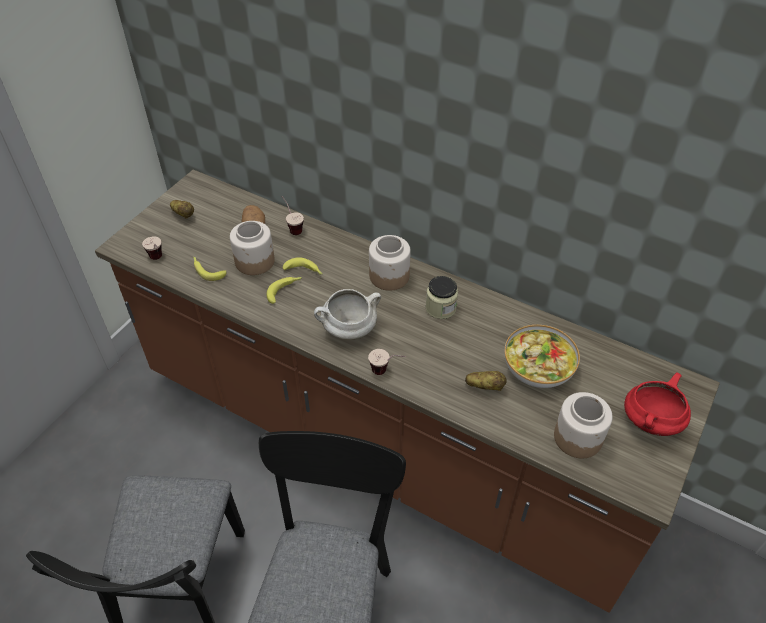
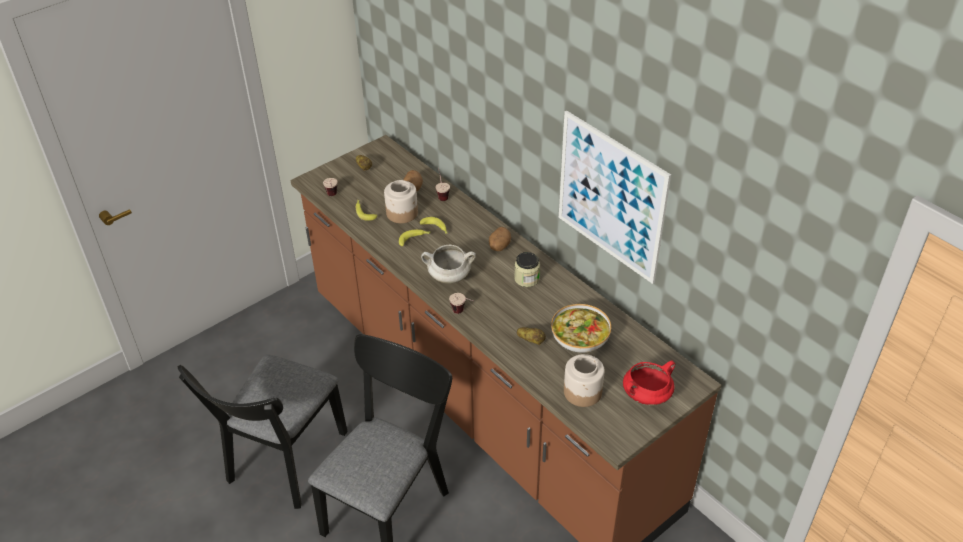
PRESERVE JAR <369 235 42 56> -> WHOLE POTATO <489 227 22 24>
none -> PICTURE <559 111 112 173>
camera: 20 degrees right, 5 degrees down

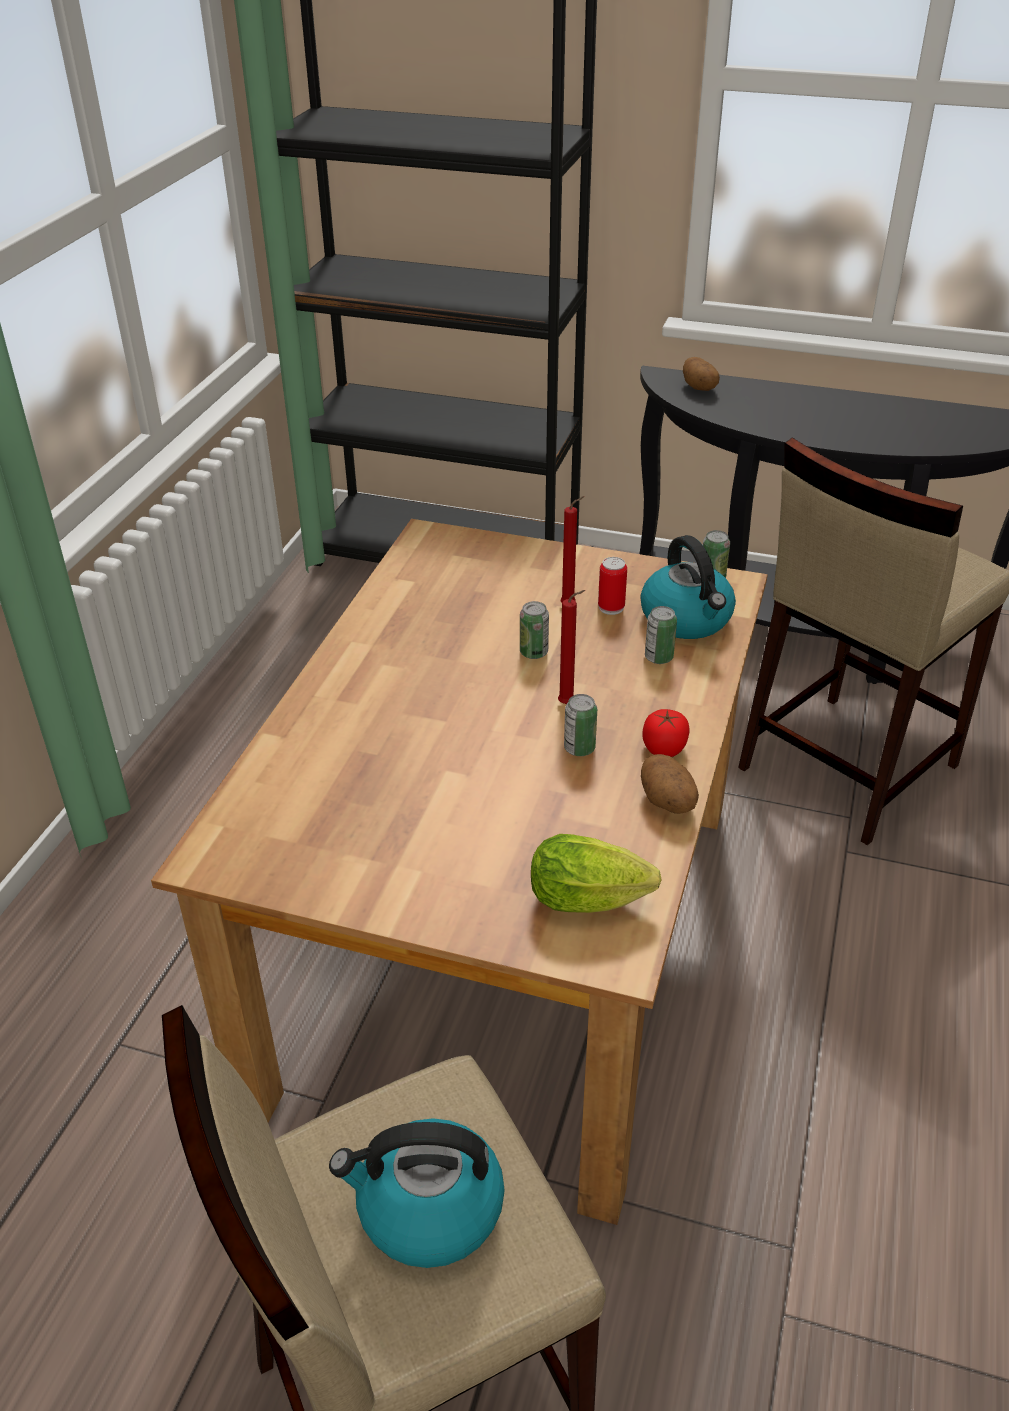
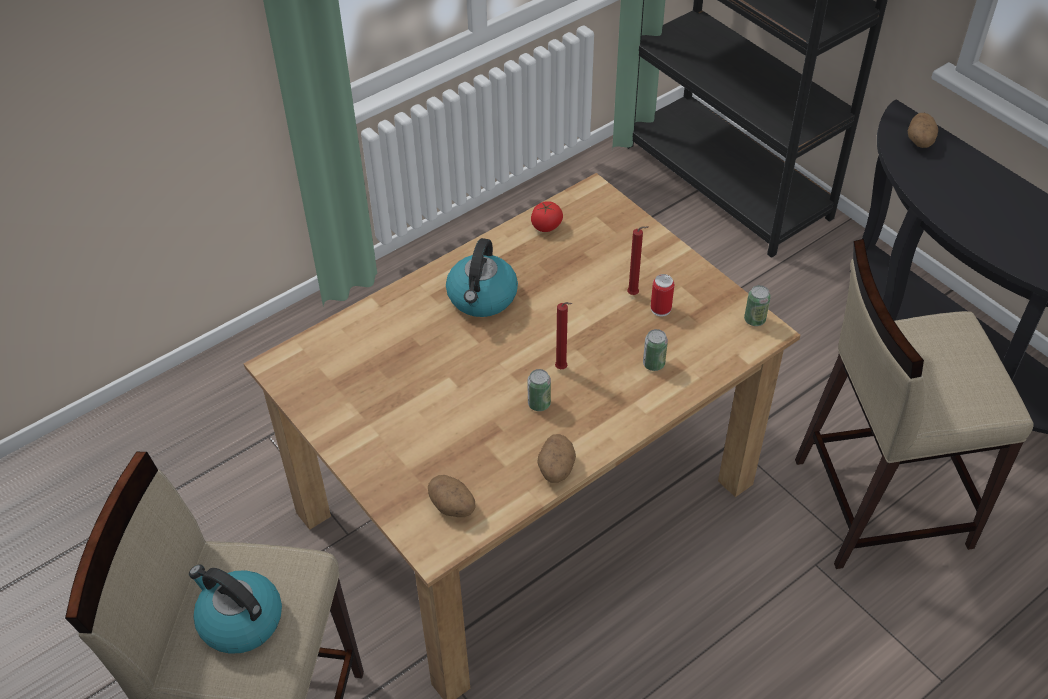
LETTUCE HEAD <531 834 131 79> -> WHOLE POTATO <428 475 48 42>
KETTLE <641 535 95 104> -> KETTLE <446 238 72 79>, relocated
TOMATO <642 709 48 48> -> TOMATO <531 201 32 31>, relocated
SEALED CAN <520 601 29 58> -> none
camera: 35 degrees right, 10 degrees up

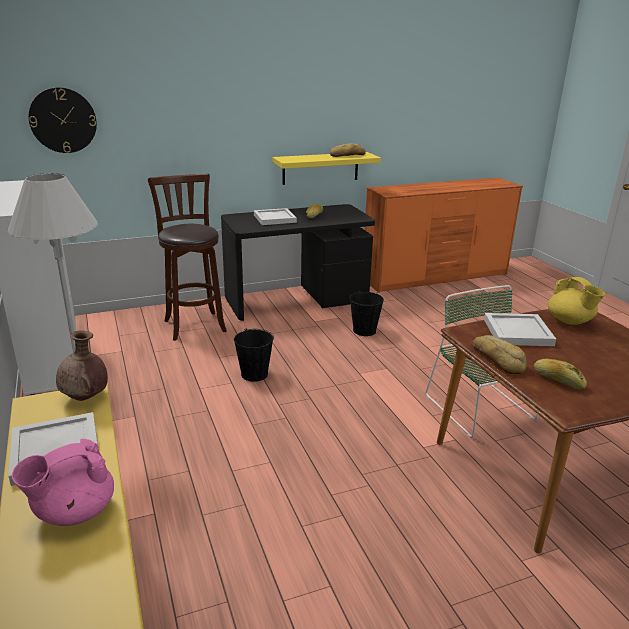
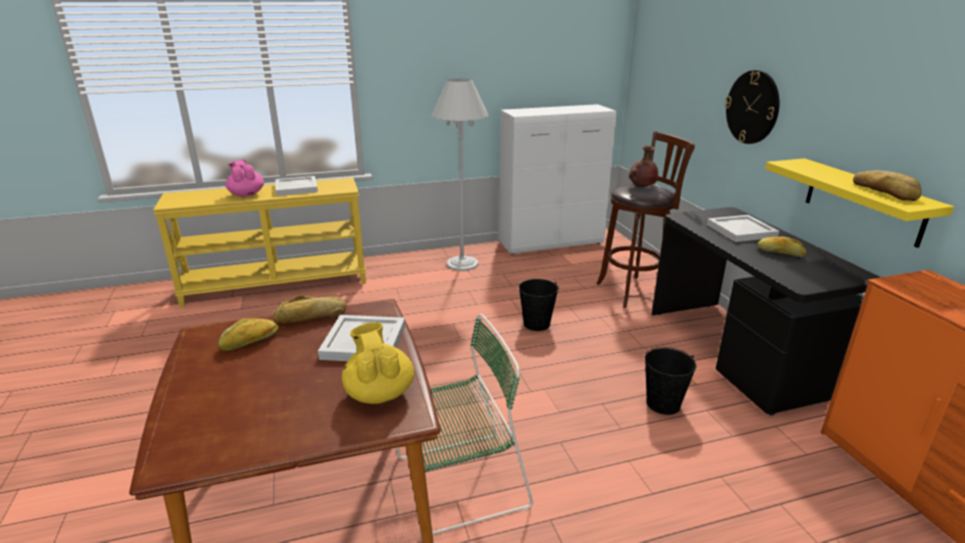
YELLOWISH TEA POT <548 277 57 48> -> YELLOWISH TEA POT <342 322 72 82>, 90 degrees clockwise
BROWNISH FLOWER VASE <56 330 52 71> -> BROWNISH FLOWER VASE <629 146 29 42>, relocated
HANGING CLOCK <29 87 68 66> -> HANGING CLOCK <725 70 54 74>, relocated
camera: 95 degrees right, 0 degrees up

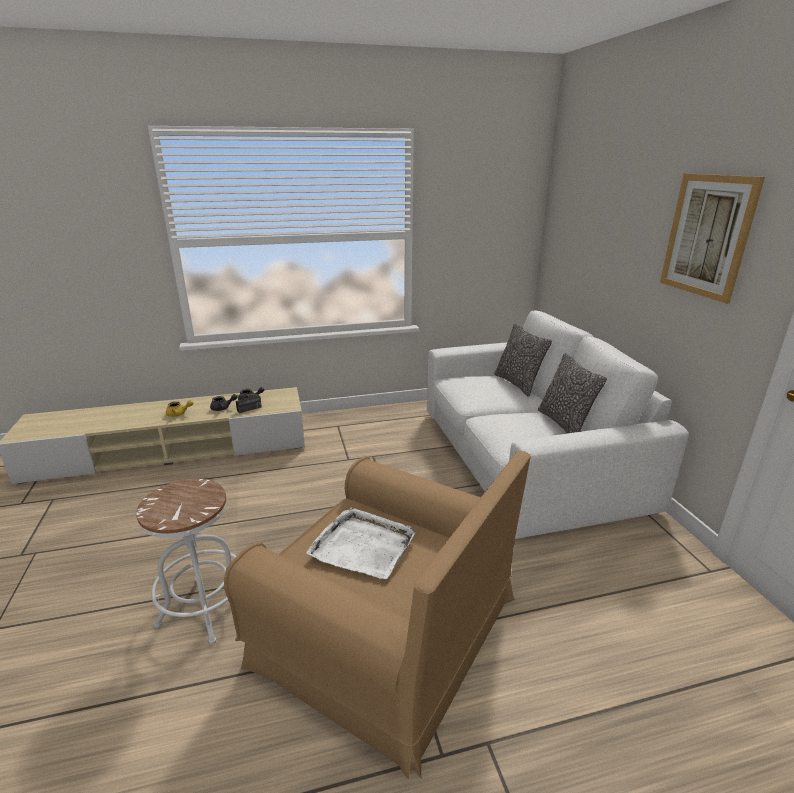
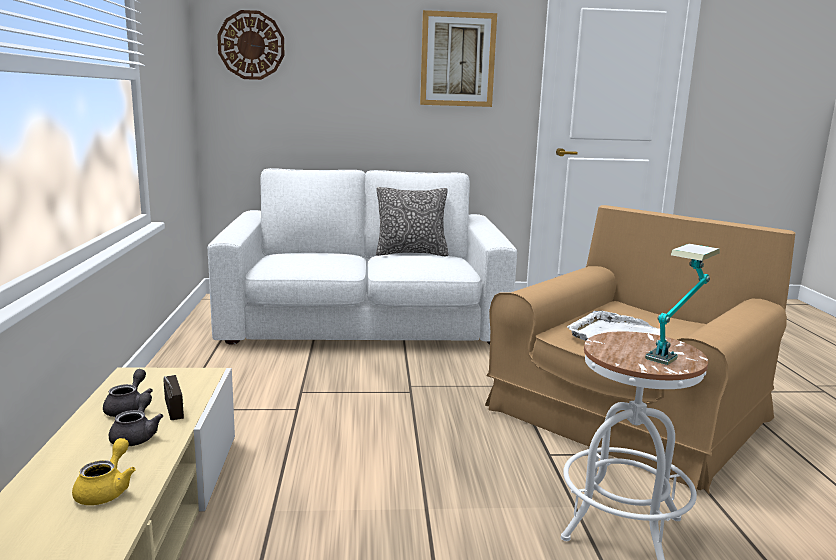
none -> HANGING CLOCK <217 10 67 70>
none -> TABLE LAMP <645 244 75 121>
THROW PILLOW <494 323 58 74> -> none
camera: 80 degrees left, 10 degrees down

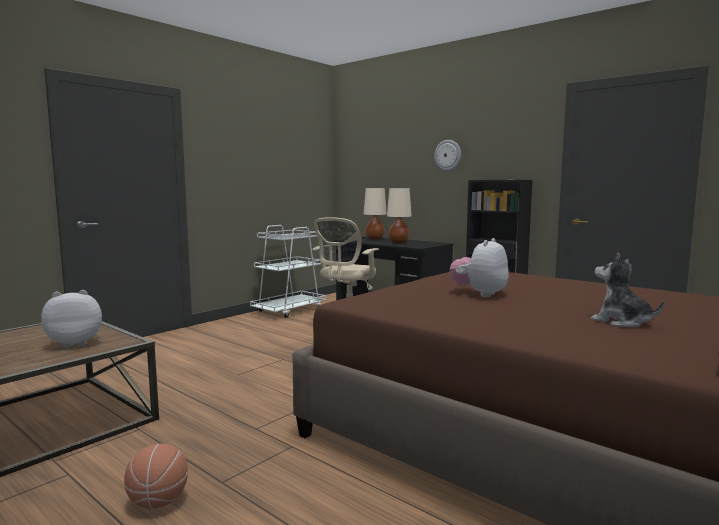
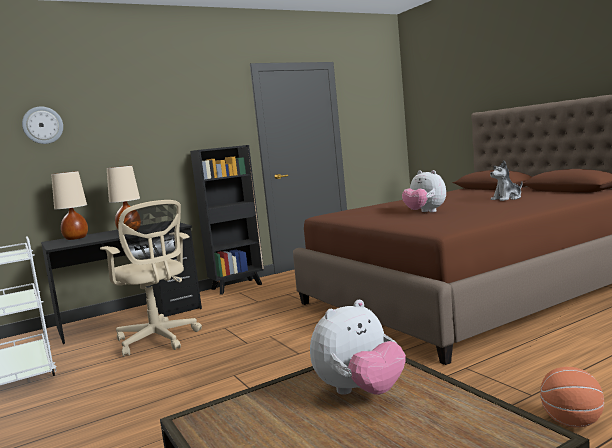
HANGING CLOCK <434 140 27 31> -> HANGING CLOCK <22 106 41 38>, relocated
PLUSH TOY <41 290 61 58> -> PLUSH TOY <310 300 96 95>, 120 degrees counterclockwise
camera: 70 degrees left, 0 degrees up

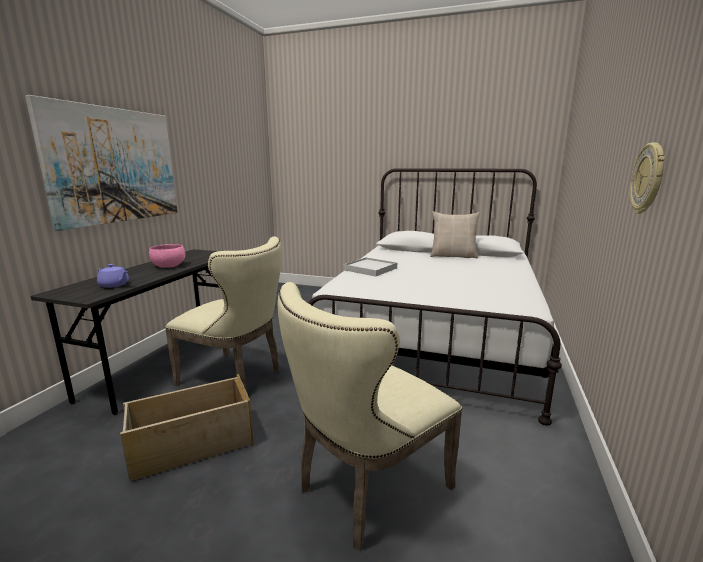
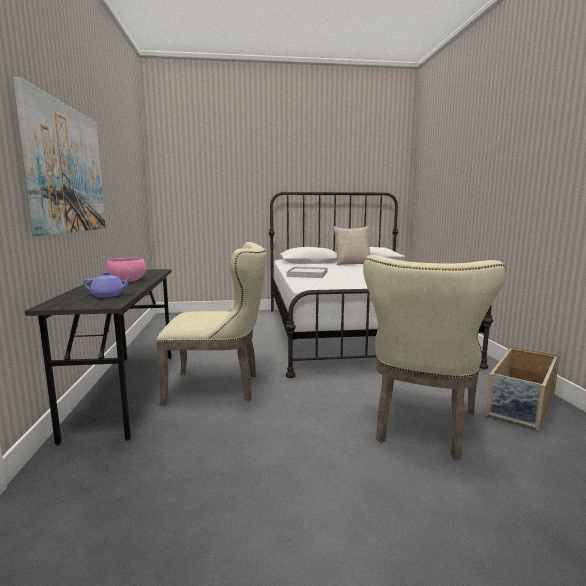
BEIGE STORAGE BIN <120 374 134 108> -> BEIGE STORAGE BIN <485 346 75 85>, relocated
HANGING CLOCK <630 143 35 71> -> none
camera: 25 degrees left, 5 degrees down

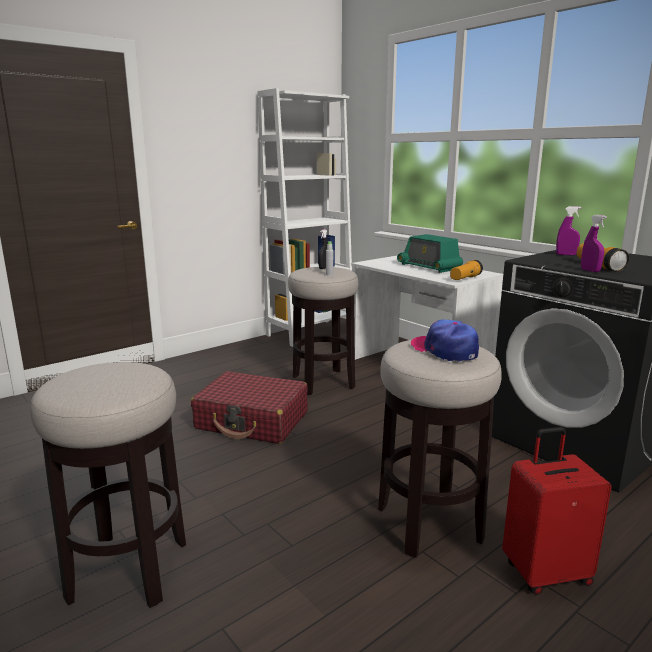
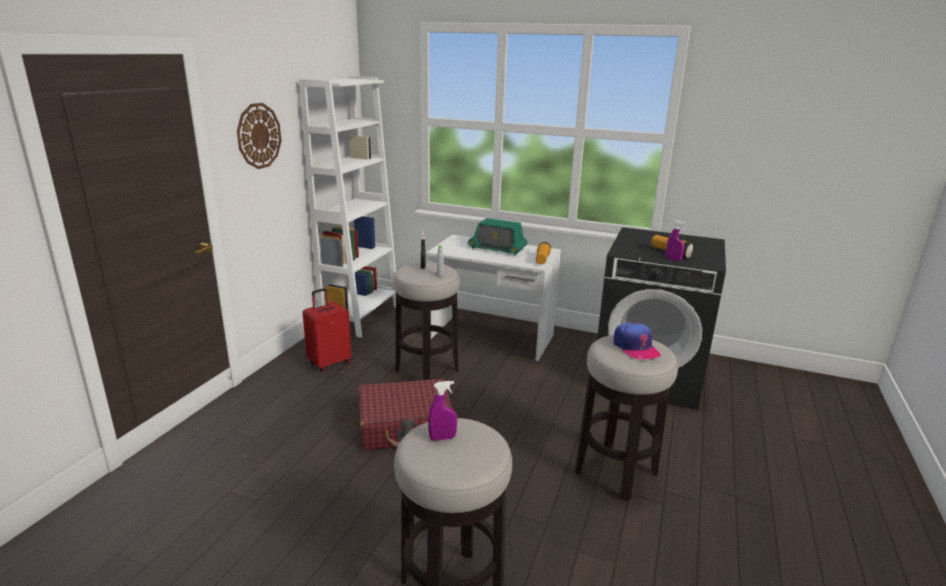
none -> HANGING CLOCK <237 103 44 66>
RED-COLOURED TRAVEL CASE <502 427 110 168> -> RED-COLOURED TRAVEL CASE <302 288 50 84>, relocated
PURPLISH SPRAY BOTTLE <556 206 25 50> -> PURPLISH SPRAY BOTTLE <428 381 29 60>, relocated
PEAKED CAP <410 319 69 43> -> PEAKED CAP <614 323 47 36>, 135 degrees counterclockwise
camera: 30 degrees left, 5 degrees up

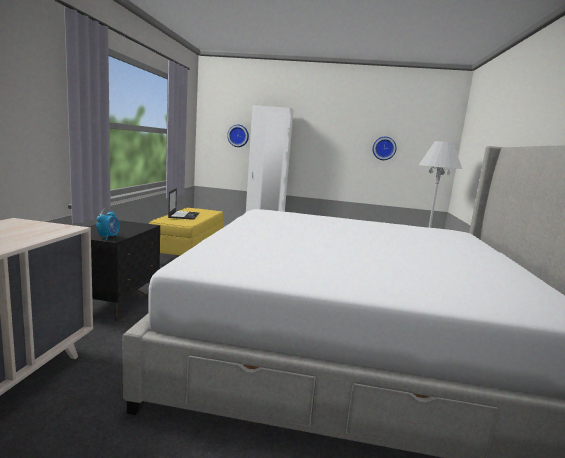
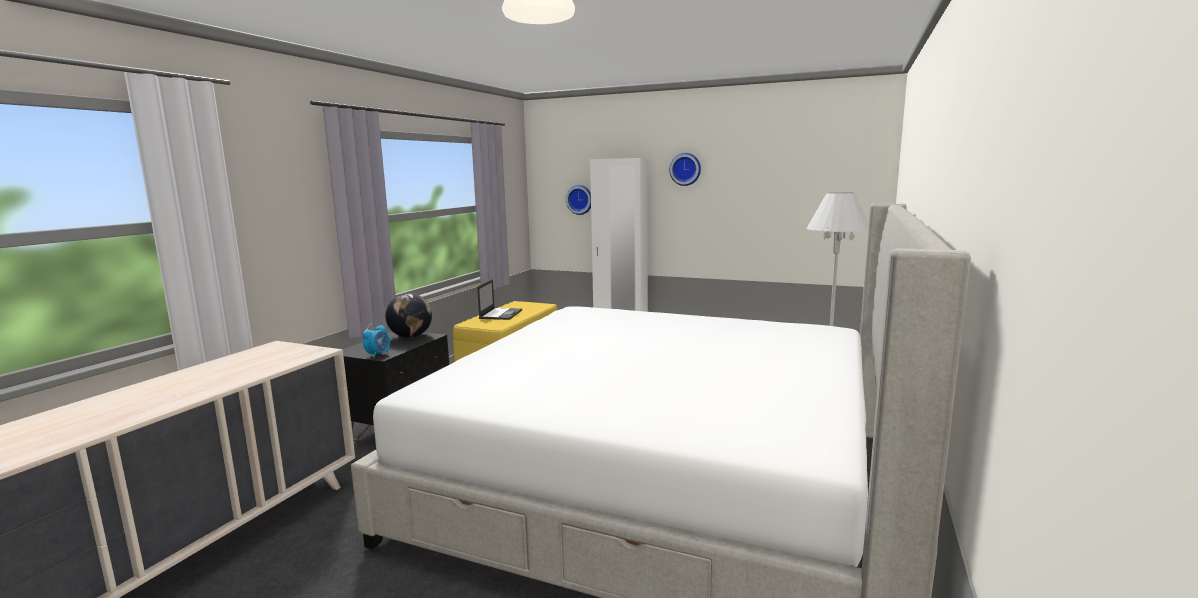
none -> DESK GLOBE <385 293 47 45>
HANGING CLOCK <372 137 24 23> -> HANGING CLOCK <669 153 32 33>, relocated
camera: 15 degrees right, 0 degrees up

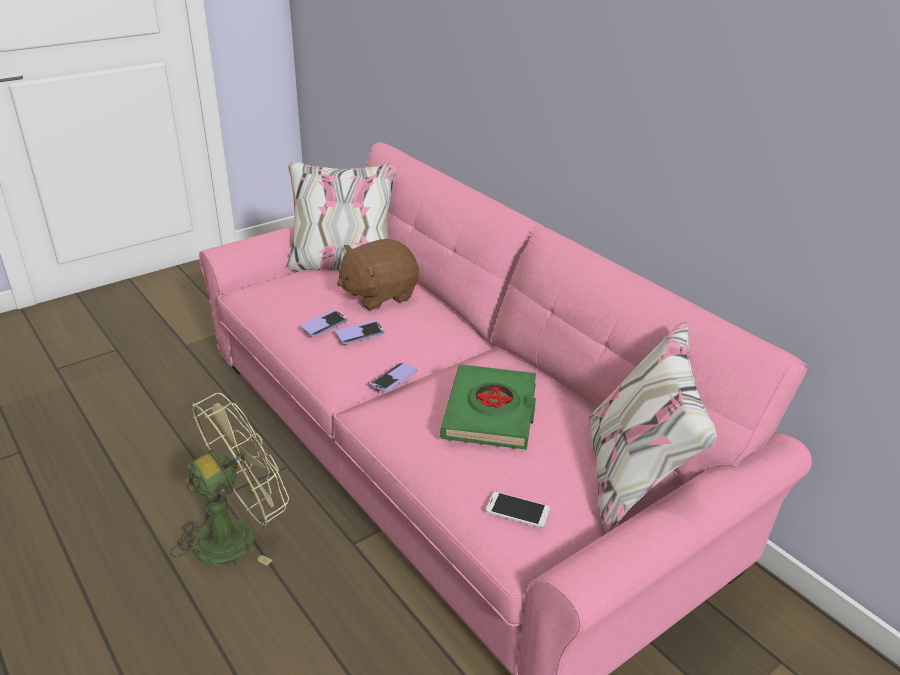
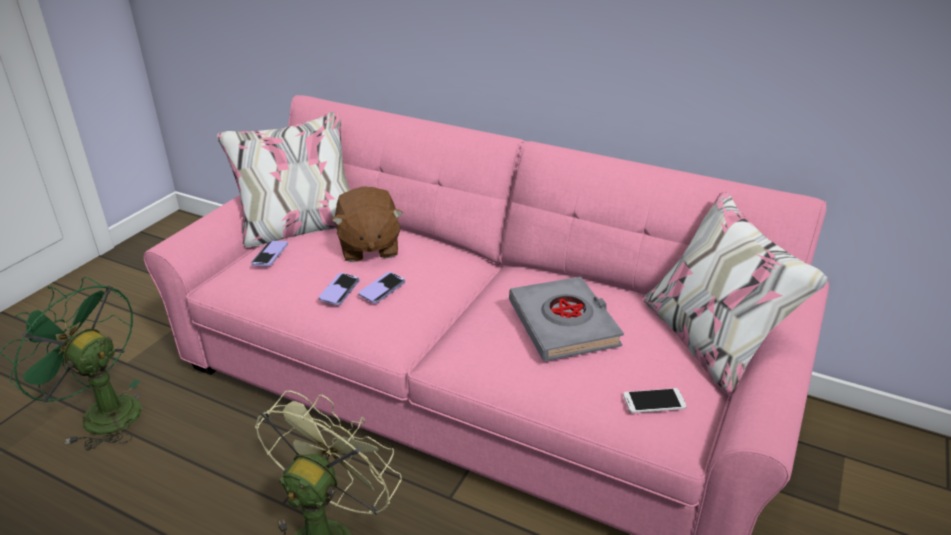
none -> GREEN-COLOURED FAN <0 277 142 173>
HANDSET <371 363 46 29> -> HANDSET <251 241 37 25>, relocated
BROWNISH PLUSH TOY <337 239 82 71> -> BROWNISH PLUSH TOY <332 186 71 76>, 45 degrees counterclockwise
GREEN-COLOURED VOLUME <440 364 96 86> -> GREY VOLUME <509 277 115 84>
camera: 25 degrees left, 0 degrees up

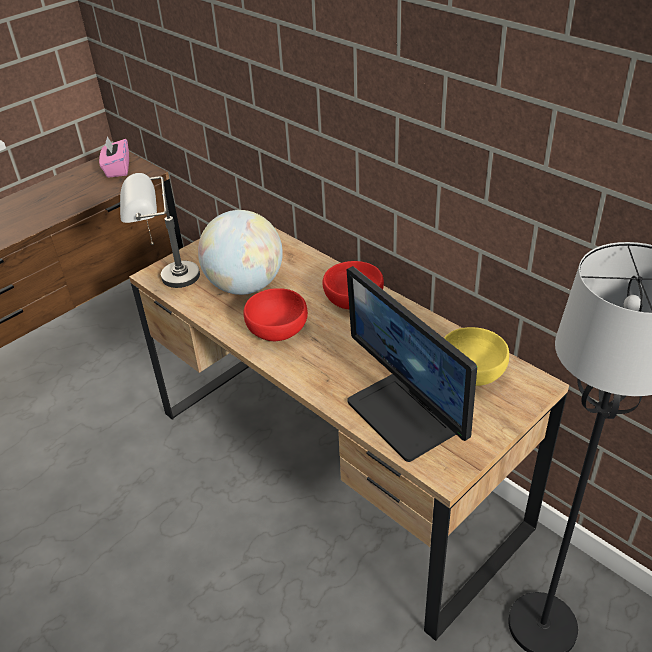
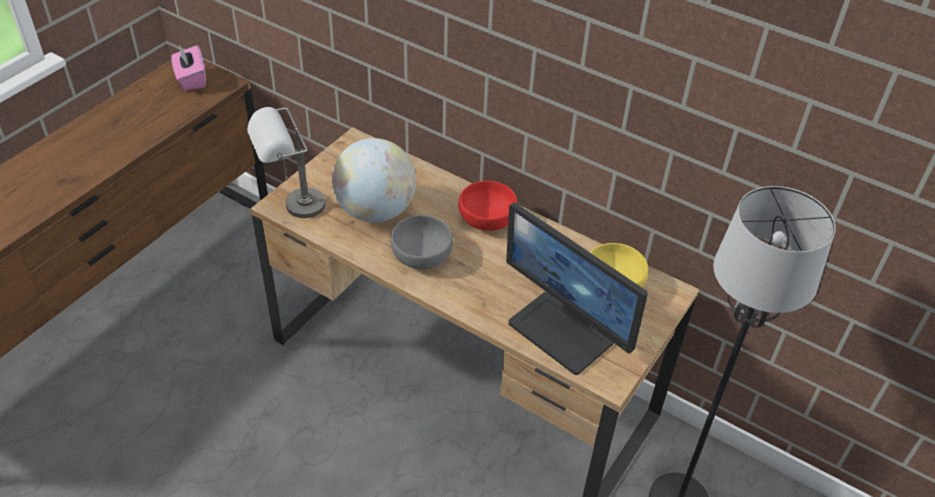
RED-COLOURED BOWL <243 288 65 53> -> GREY BOWL <391 215 62 54>
camera: 15 degrees left, 5 degrees up

